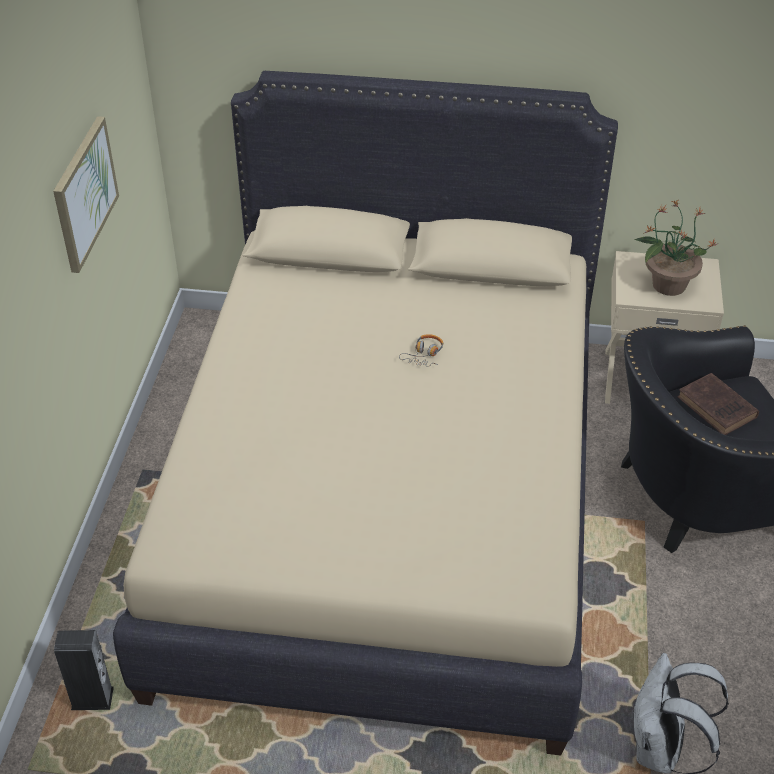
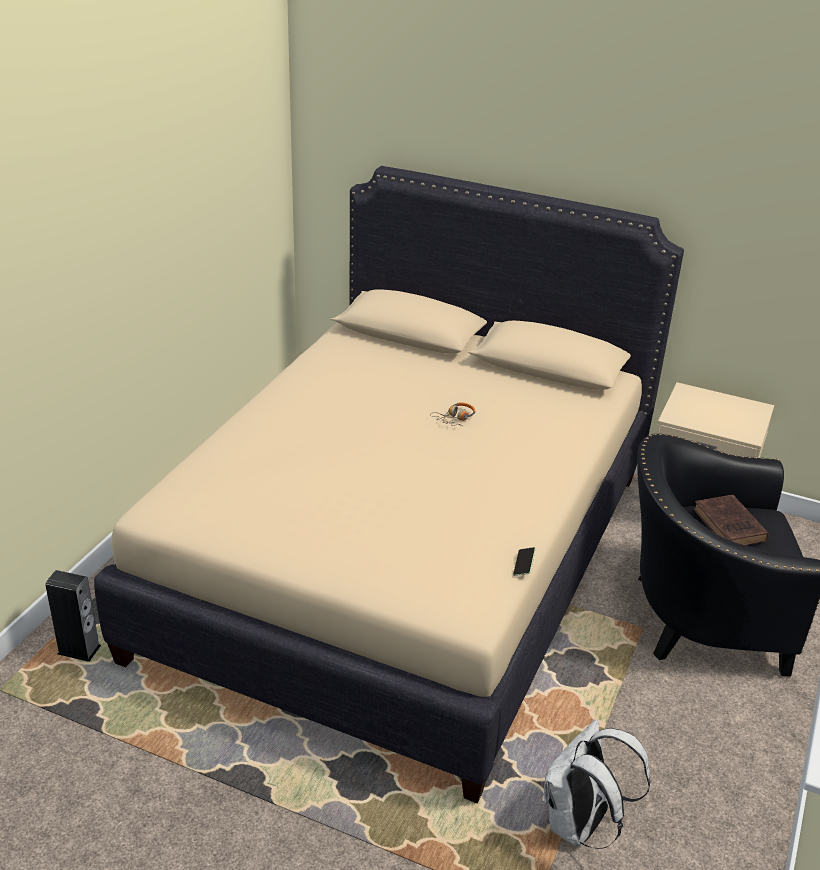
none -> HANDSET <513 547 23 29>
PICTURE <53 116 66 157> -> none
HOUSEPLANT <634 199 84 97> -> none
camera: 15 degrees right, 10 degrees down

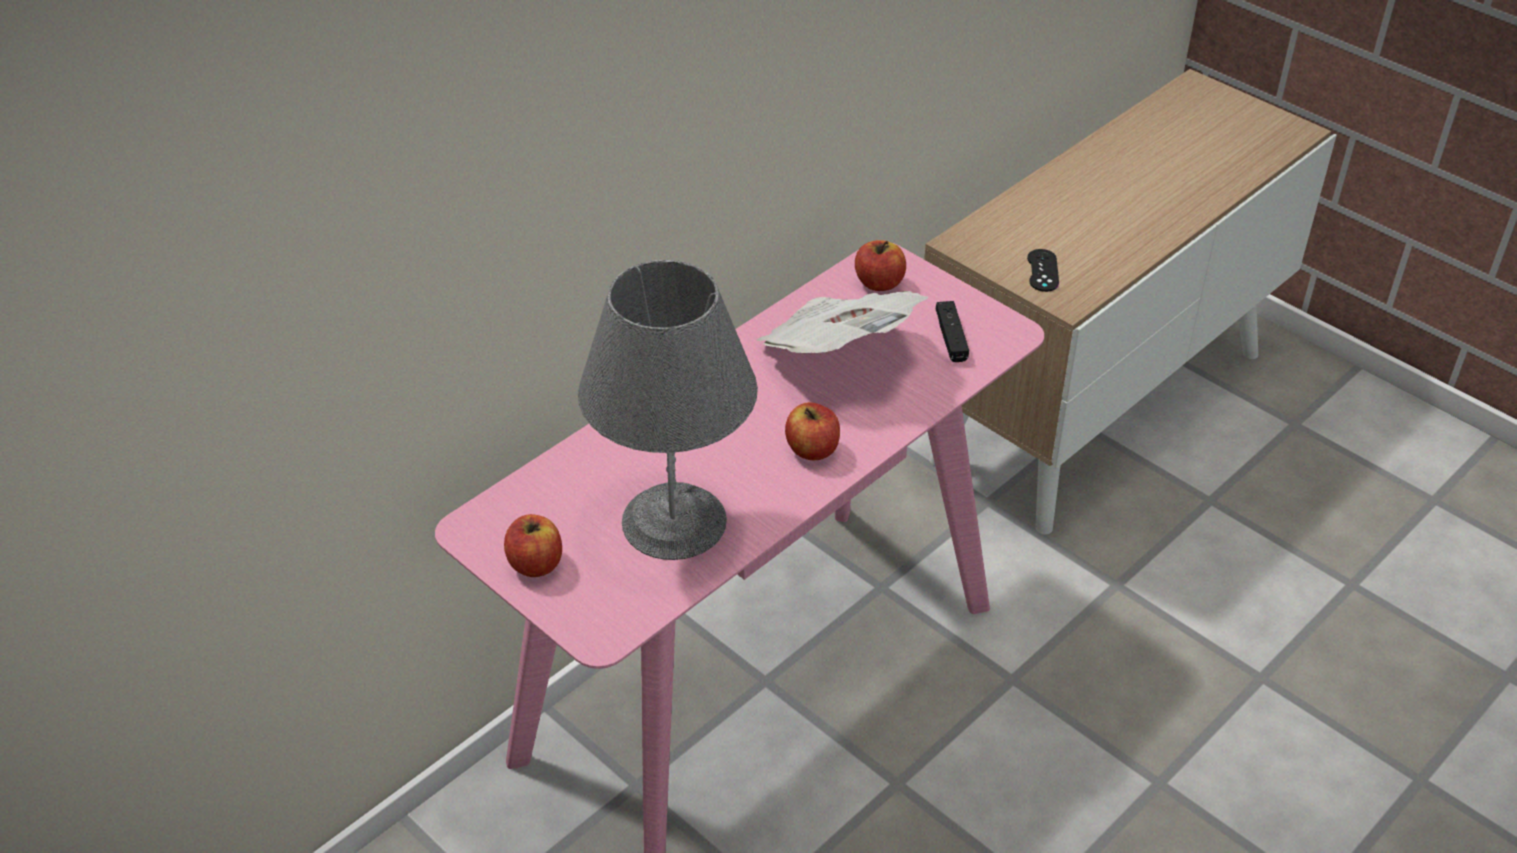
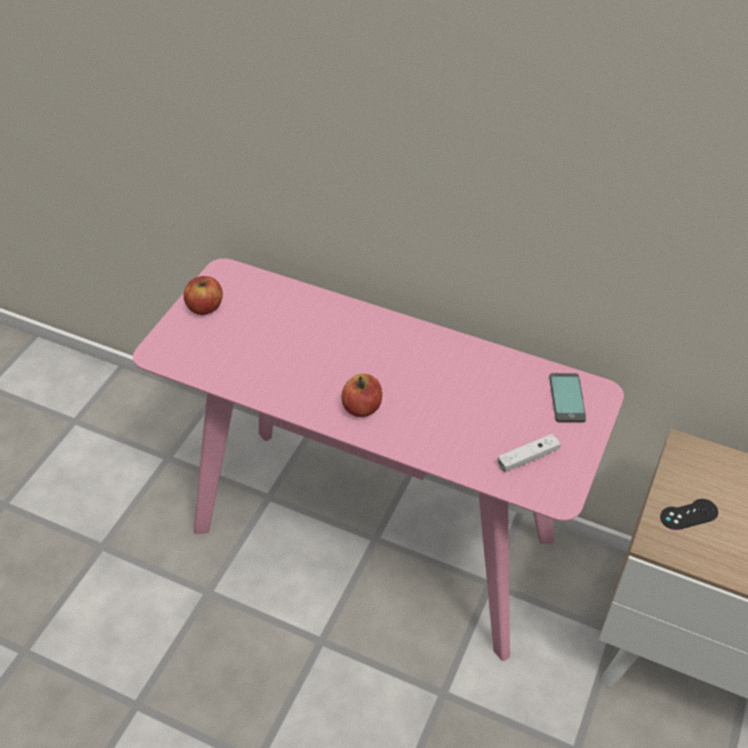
BLACK-COLOURED JOYPAD <936 301 33 61> -> WHITE JOYPAD <498 434 63 38>
APPLE FRUIT <855 240 51 51> -> HANDSET <549 373 37 50>
GREY TABLE LAMP <578 260 180 300> -> none
DAILY PAPER <757 291 171 62> -> none
camera: 70 degrees right, 5 degrees up

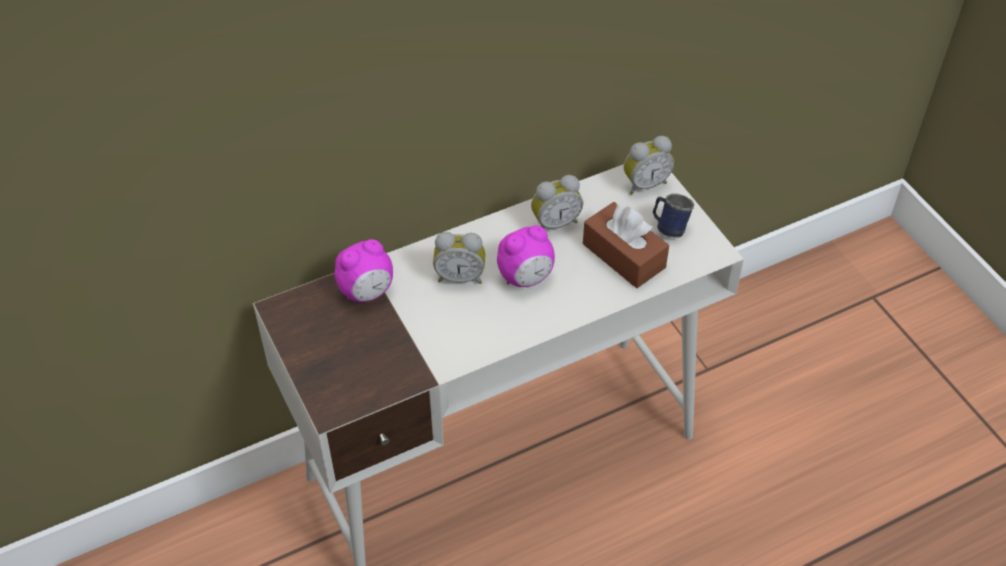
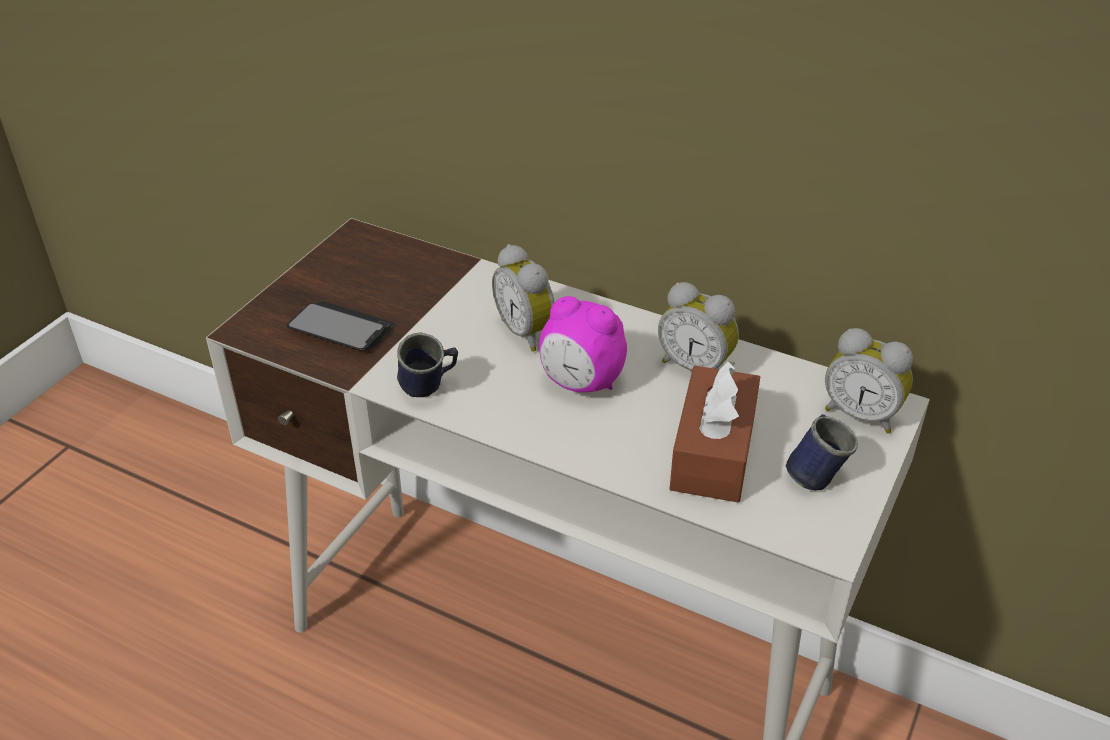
none -> HANDSET <287 301 107 50>
none -> BLUE-COLOURED MUG <397 332 61 65>
ALARM CLOCK <335 239 58 63> -> none
camera: 55 degrees right, 10 degrees down

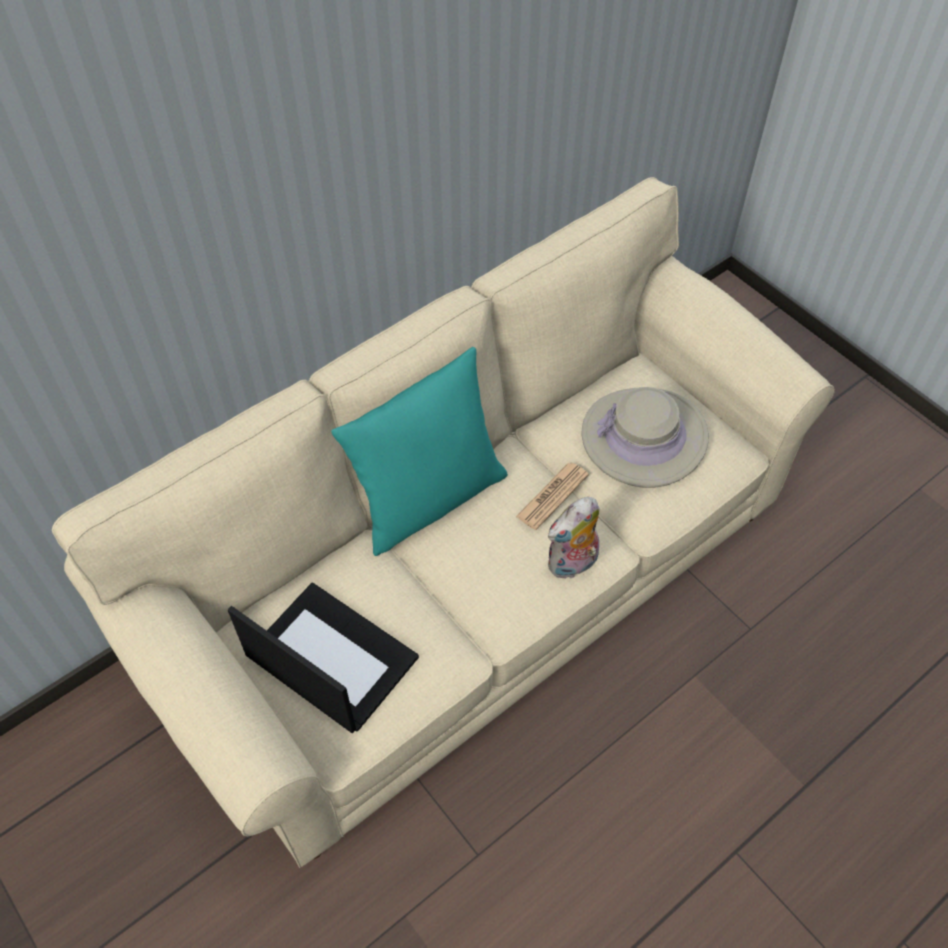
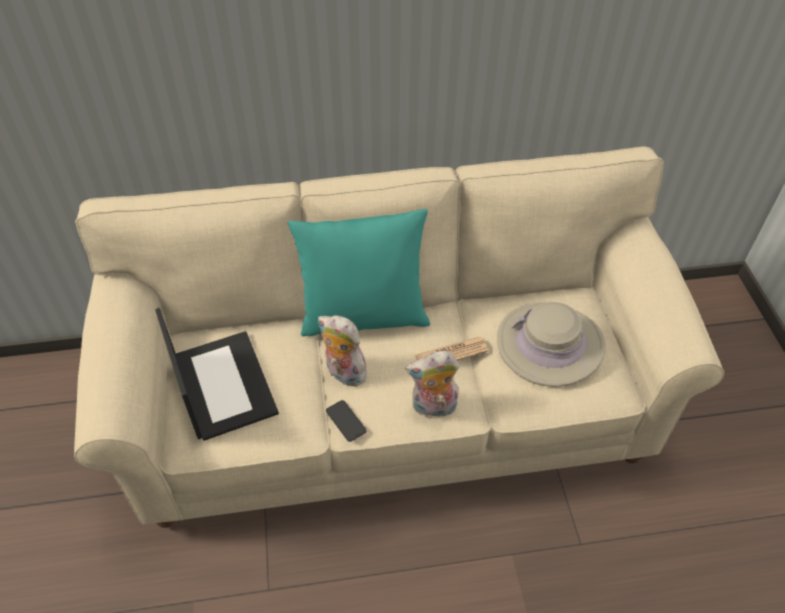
none -> PLUSH TOY <318 315 51 71>
none -> HANDSET <326 400 40 42>
camera: 30 degrees right, 5 degrees down

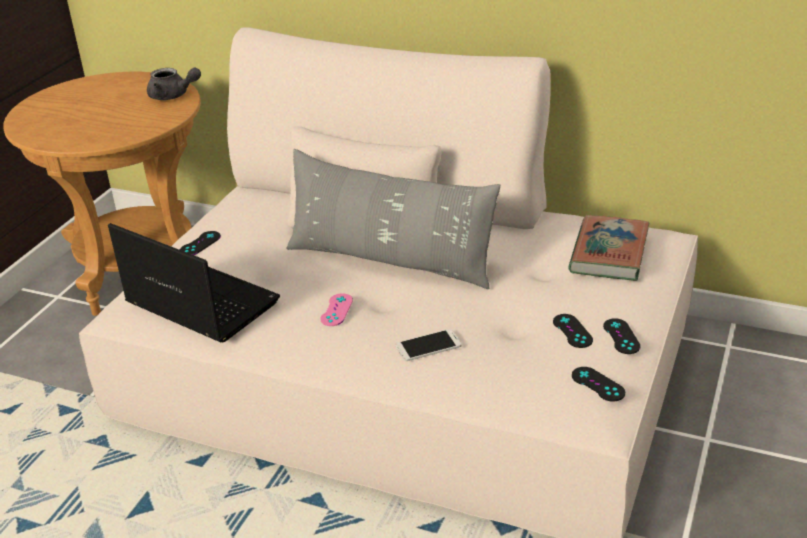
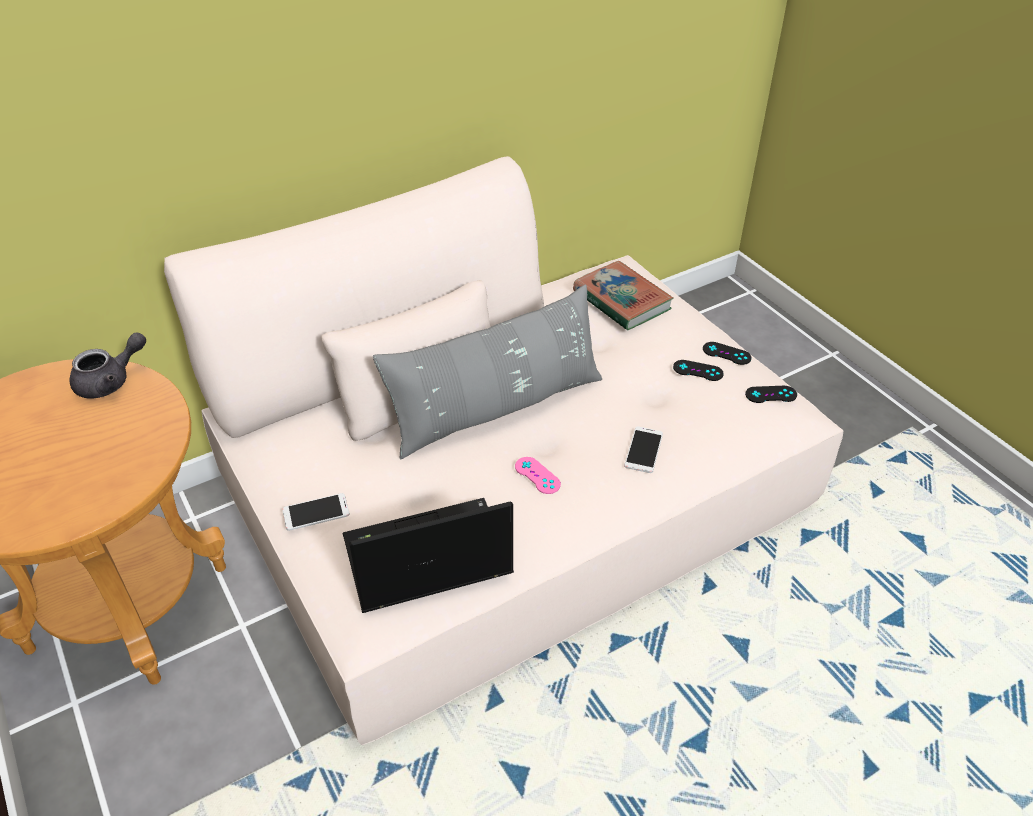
BLACK-COLOURED JOYPAD <180 231 41 24> -> HANDSET <282 493 68 38>
camera: 55 degrees left, 10 degrees up

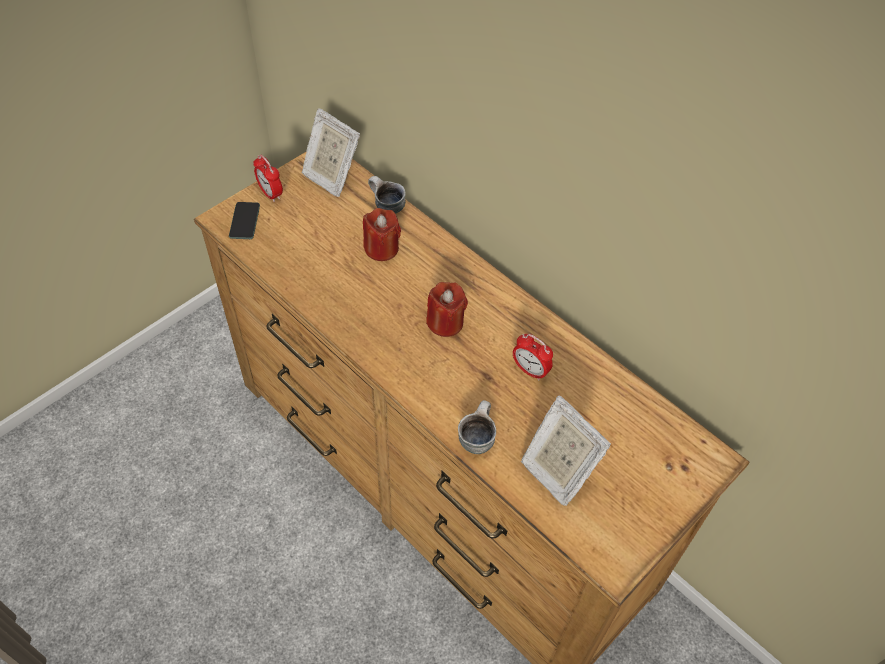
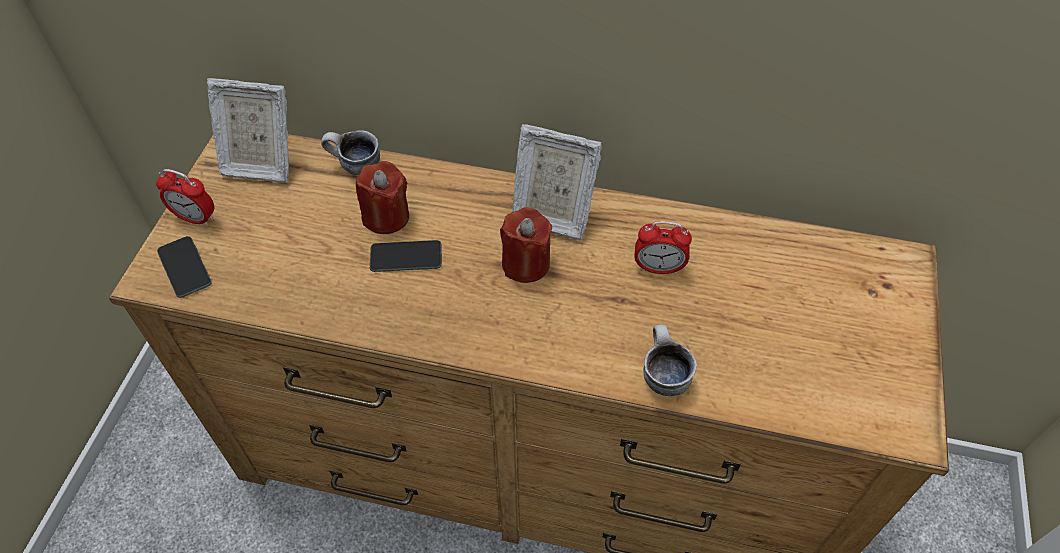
none -> HANDSET <370 240 72 32>
PICTURE FRAME <521 395 90 111> -> PICTURE FRAME <512 124 90 116>, relocated
camera: 30 degrees left, 0 degrees up

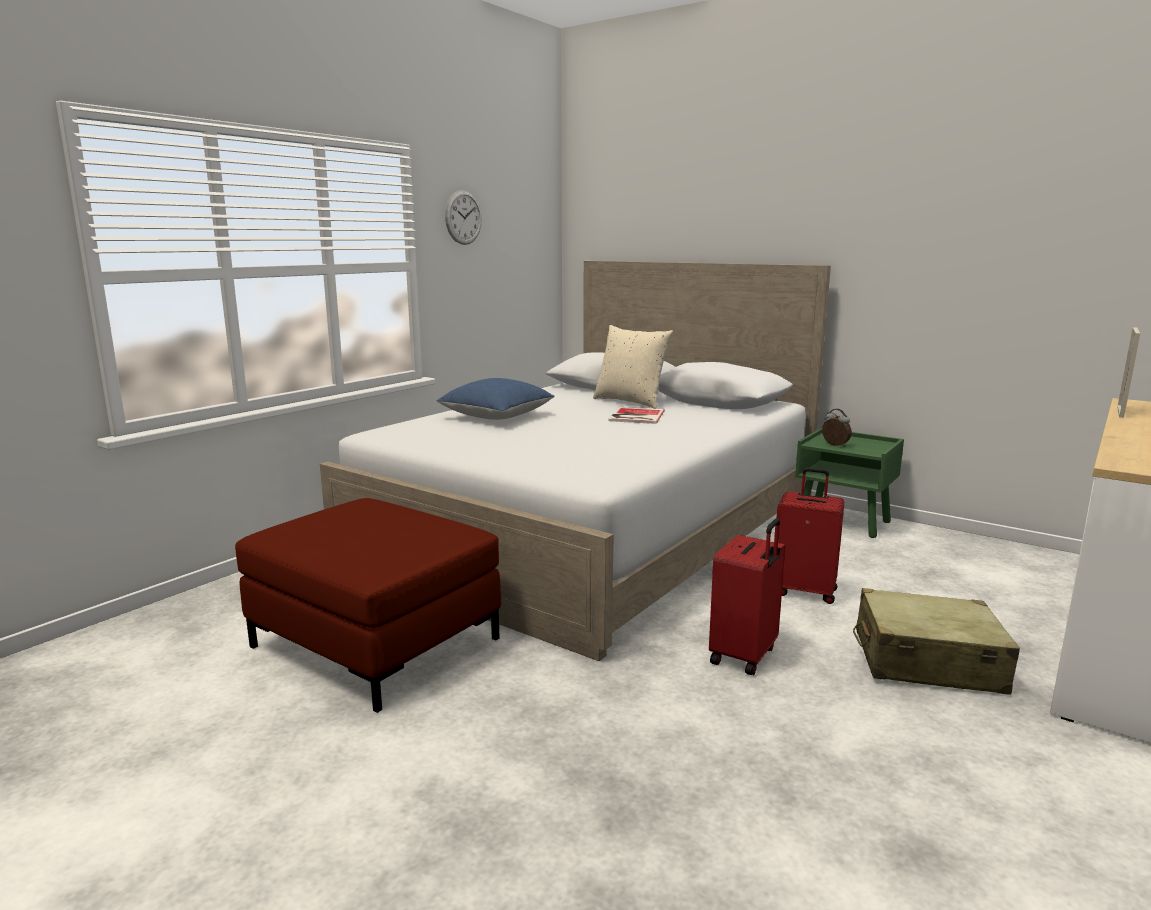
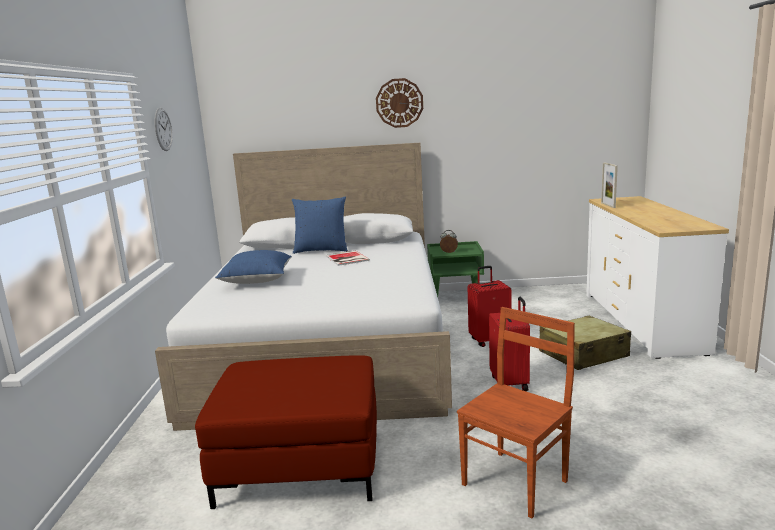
BEIGE THROW PILLOW <593 325 80 83> -> BLUE-COLOURED THROW PILLOW <292 196 56 58>
none -> HANGING CLOCK <376 78 47 50>
none -> BROWNISH PLAIN CHAIR <457 307 118 211>
camera: 35 degrees left, 0 degrees up

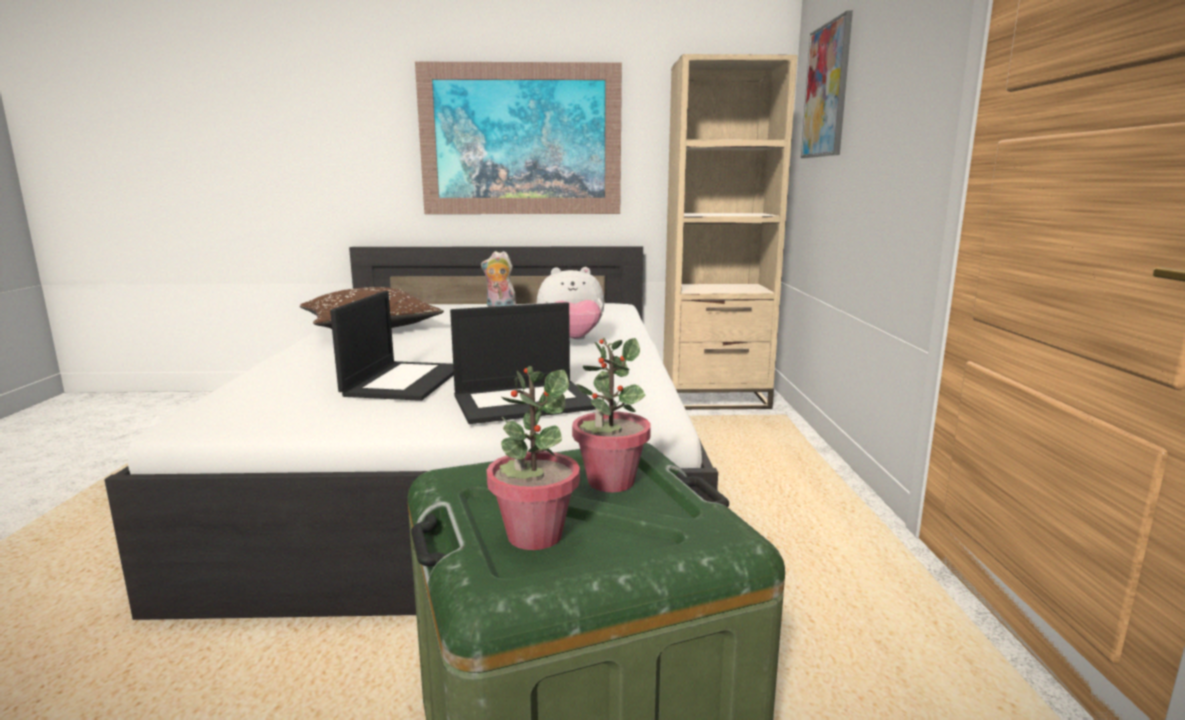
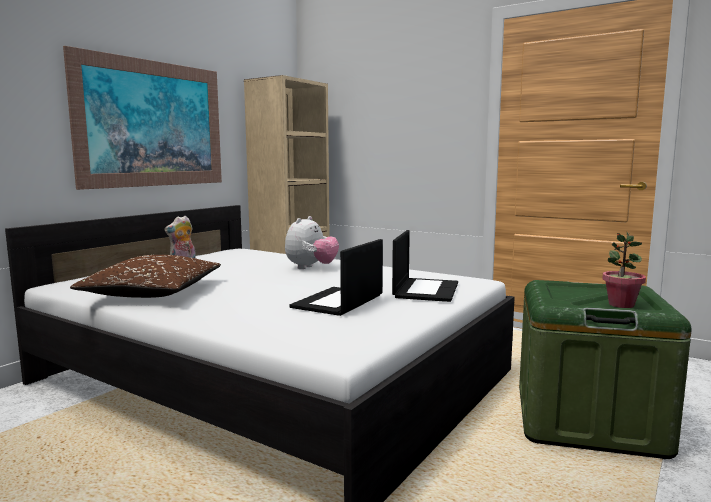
LAPTOP <330 291 124 110> -> LAPTOP <289 239 94 77>, 105 degrees counterclockwise
HOUSEPLANT <572 338 79 154> -> none
PICTURE <801 11 52 147> -> none
camera: 55 degrees left, 5 degrees down

